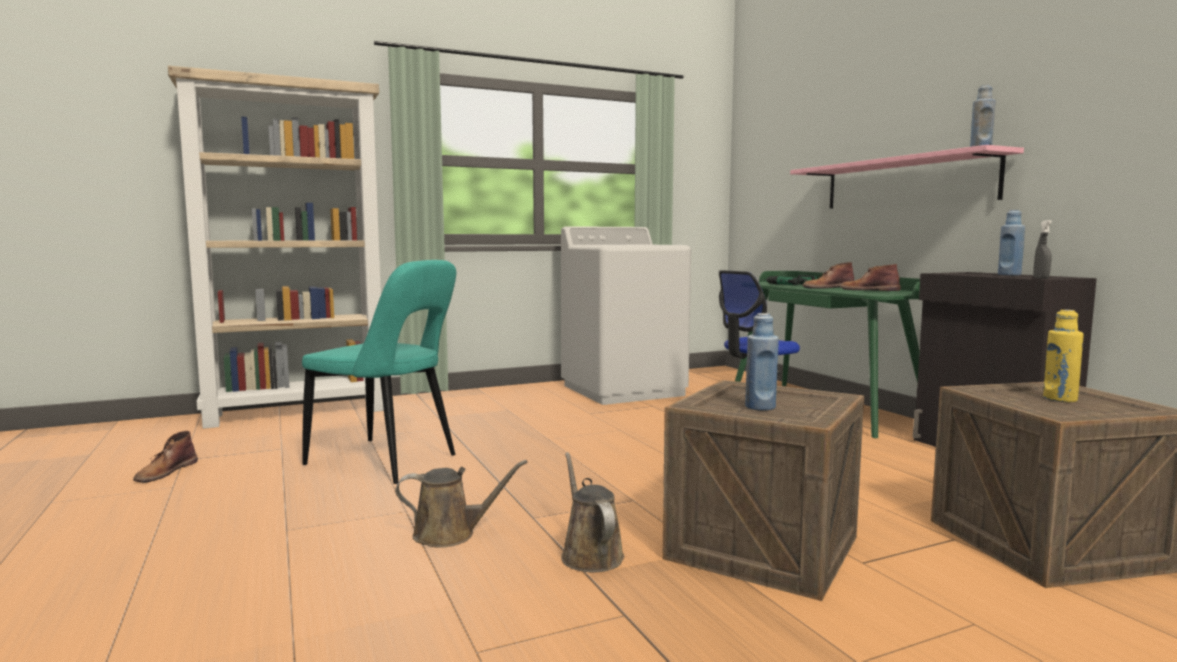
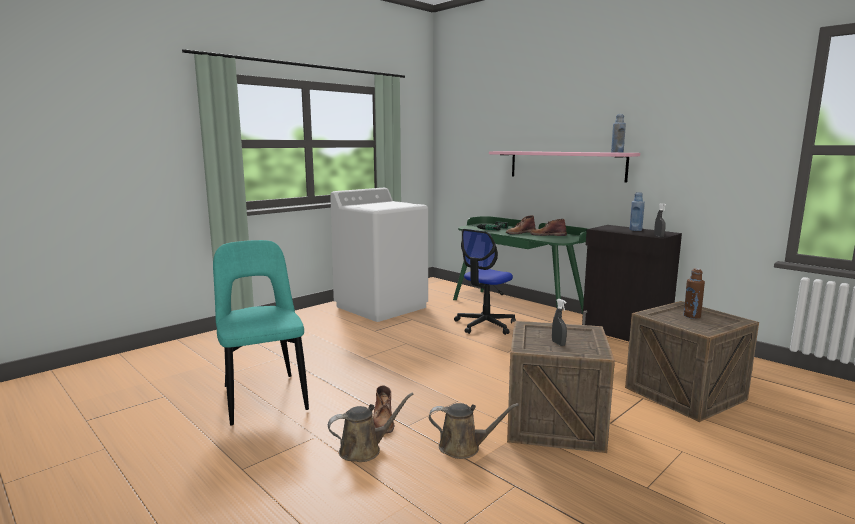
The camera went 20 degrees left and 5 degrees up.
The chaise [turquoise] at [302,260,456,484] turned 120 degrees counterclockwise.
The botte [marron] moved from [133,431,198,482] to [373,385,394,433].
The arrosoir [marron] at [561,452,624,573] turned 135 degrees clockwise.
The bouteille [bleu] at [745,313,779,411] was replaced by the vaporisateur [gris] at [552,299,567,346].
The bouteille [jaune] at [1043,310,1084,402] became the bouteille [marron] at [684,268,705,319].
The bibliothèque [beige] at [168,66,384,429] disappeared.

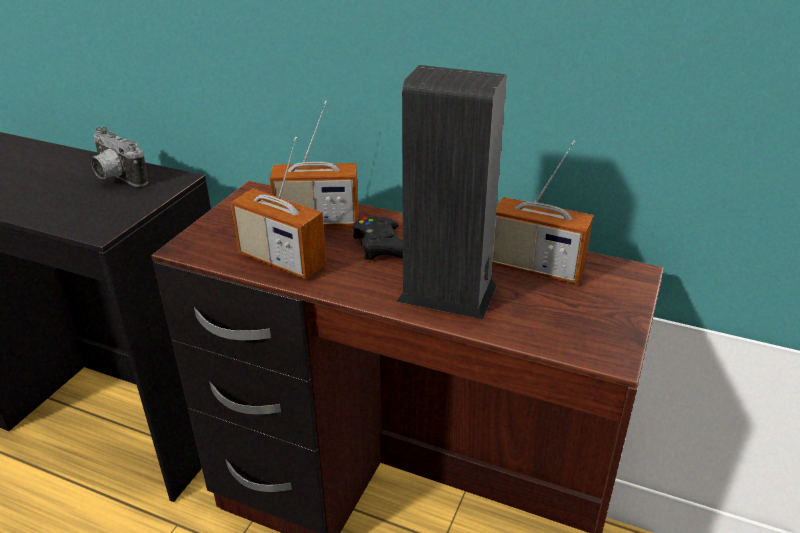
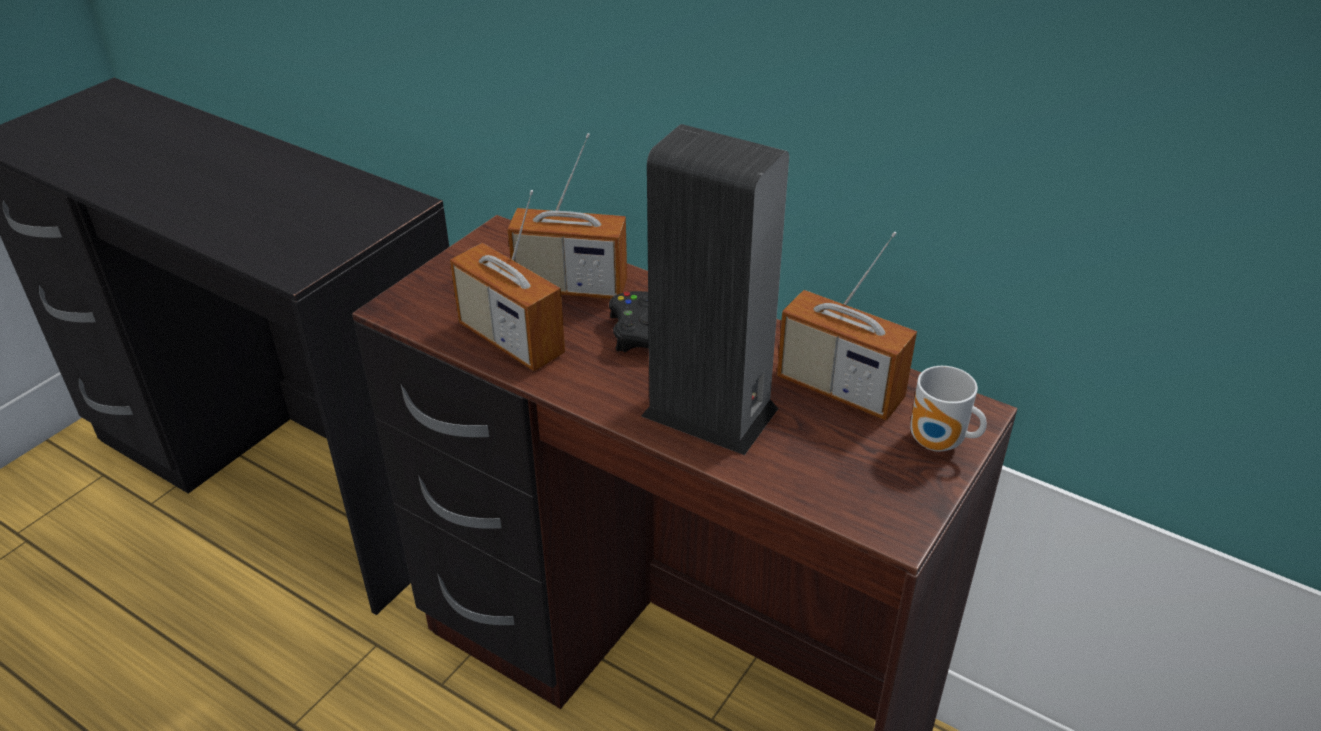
The camera went 10 degrees right and 5 degrees up.
The mug at [910,366,987,452] appeared.
The appareil photo at [91,127,148,187] disappeared.

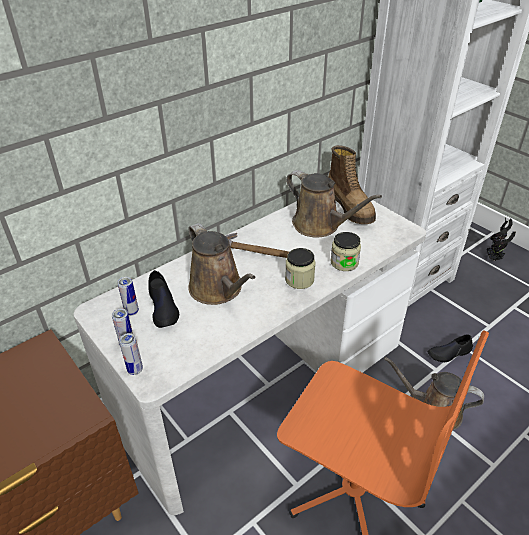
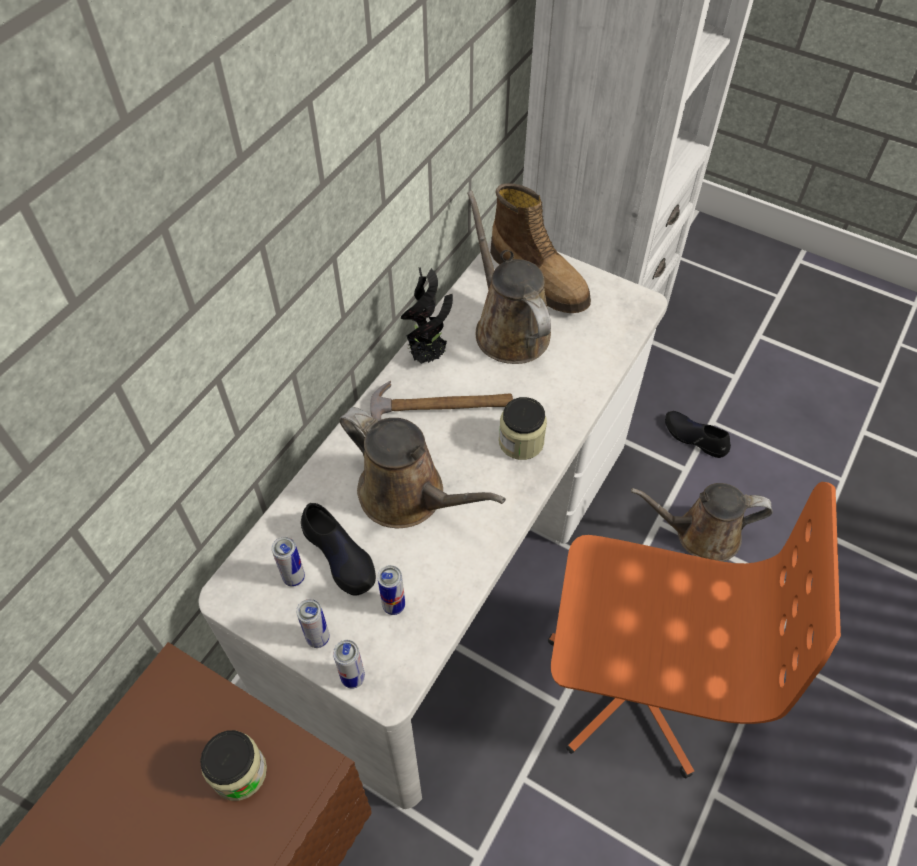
The camera went 20 degrees left and 15 degrees up.
The bocal moved from [331,232,361,271] to [200,730,267,801].
The boîte métallique at [377,565,405,615] appeared.
The plante en pot moved from [487,218,516,261] to [401,267,453,363].
The arrosoir [marron] at [286,170,382,238] turned 135 degrees counterclockwise.
The chaussure [noir] at [427,334,473,362] turned 75 degrees clockwise.

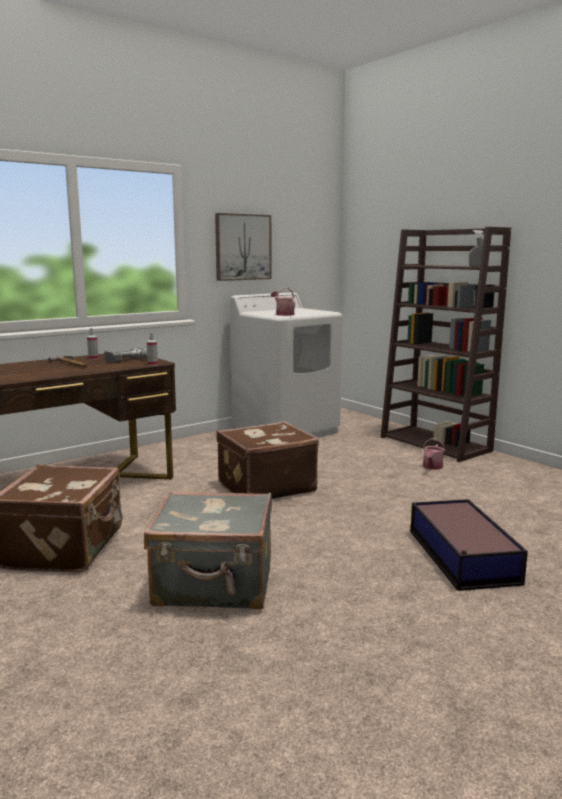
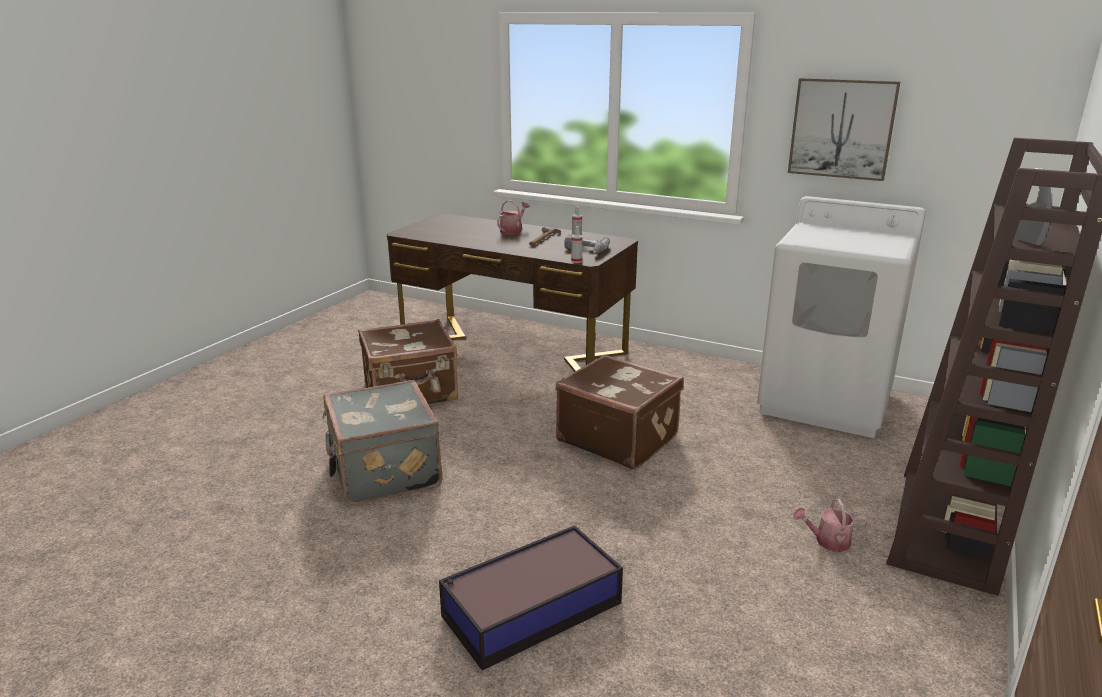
The camera went 65 degrees right and 10 degrees up.
The arrosoir moved from [271,288,295,316] to [497,200,530,234].

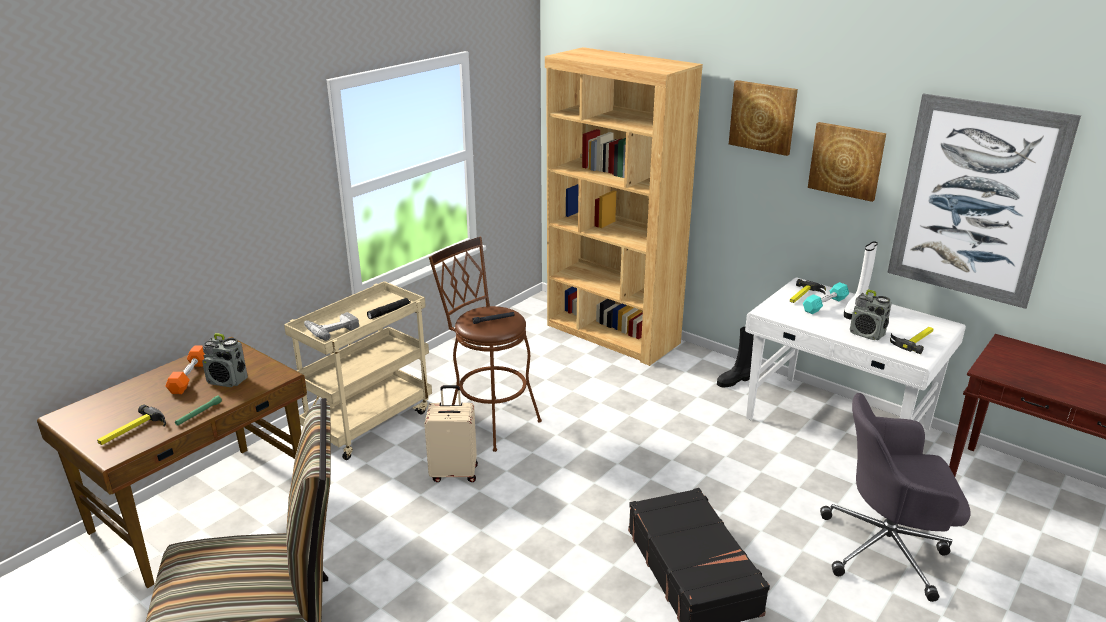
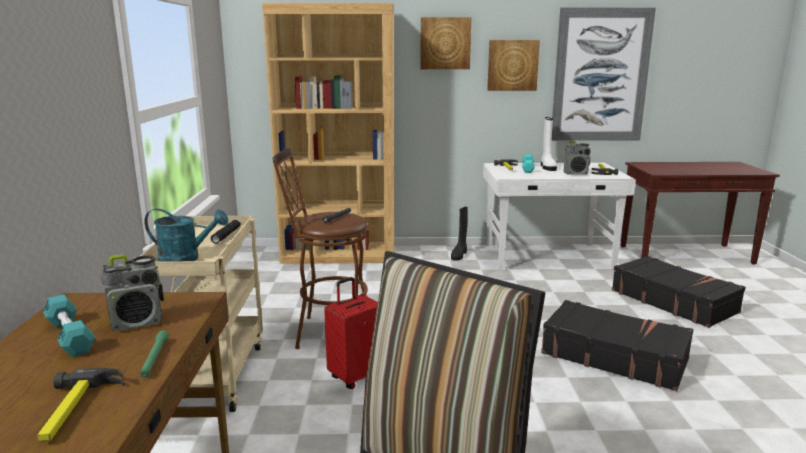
The camera went 40 degrees left and 10 degrees down.
The haltère [orange] at [165,346,205,394] became the haltère [turquoise] at [43,295,95,357].
The perceuse at [304,312,359,341] was replaced by the arrosoir [turquoise] at [144,208,228,262].
The valise [beige] at [424,385,478,482] became the valise [rouge] at [324,277,378,389].
The chaise de bureau [gris] at [820,393,970,602] was replaced by the valise [noir] at [612,256,746,328].

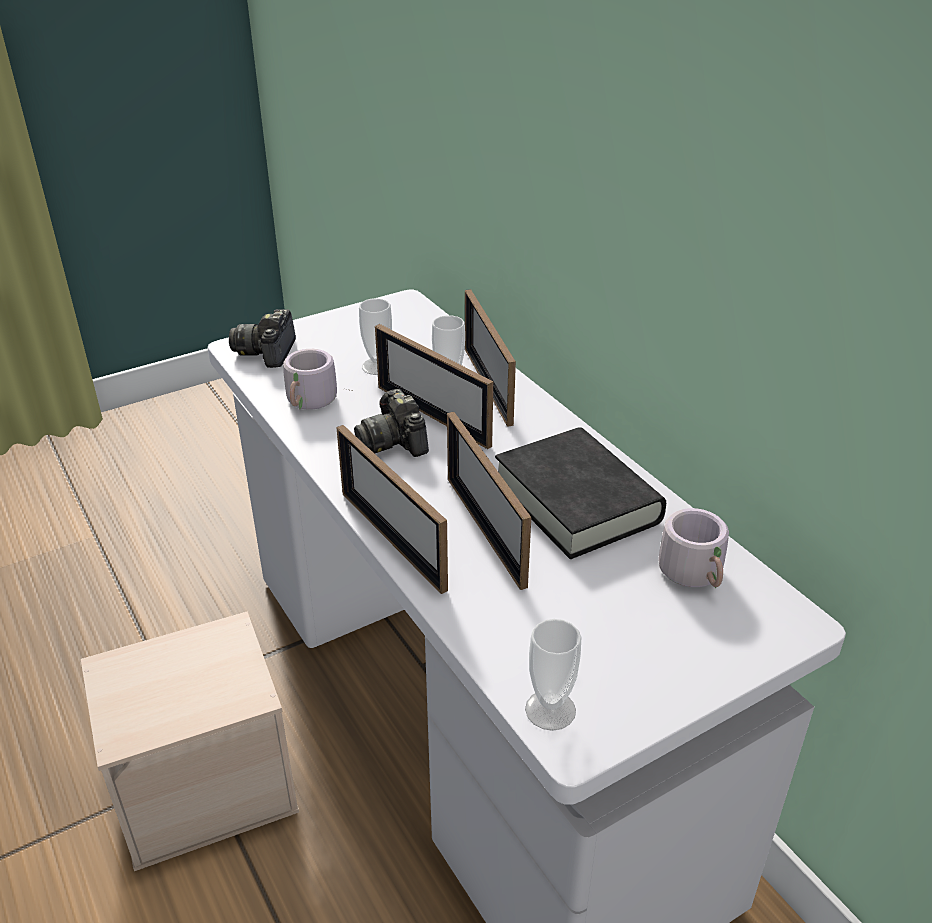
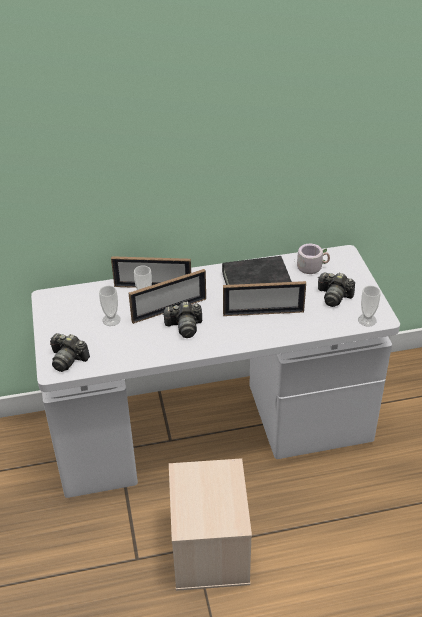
The camera went 70 degrees left and 5 degrees up.
The appareil photo at [318,272,355,307] appeared.
The mug [gris] at [283,349,353,410] disappeared.
The cadre photo at [337,425,448,594] disappeared.

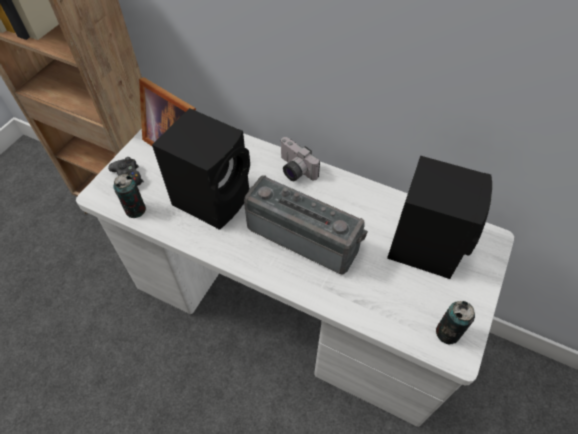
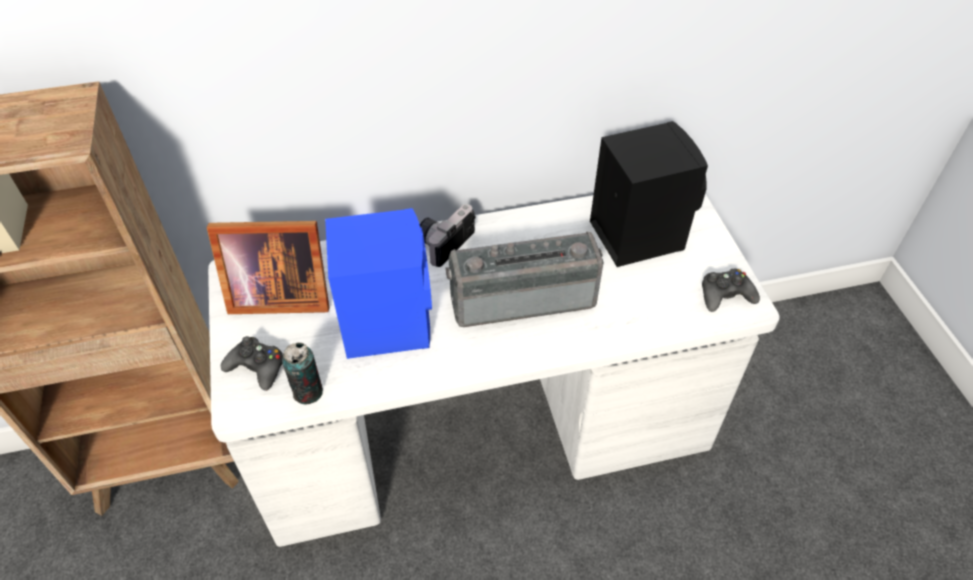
The camera went 40 degrees left and 5 degrees down.
The enceinte [noir] at [152,108,250,230] became the enceinte [bleu] at [325,208,432,359].
The appareil photo at [281,137,320,181] turned 120 degrees clockwise.
The boîte métallique at [436,301,475,344] was replaced by the manette [noir] at [702,269,760,312].

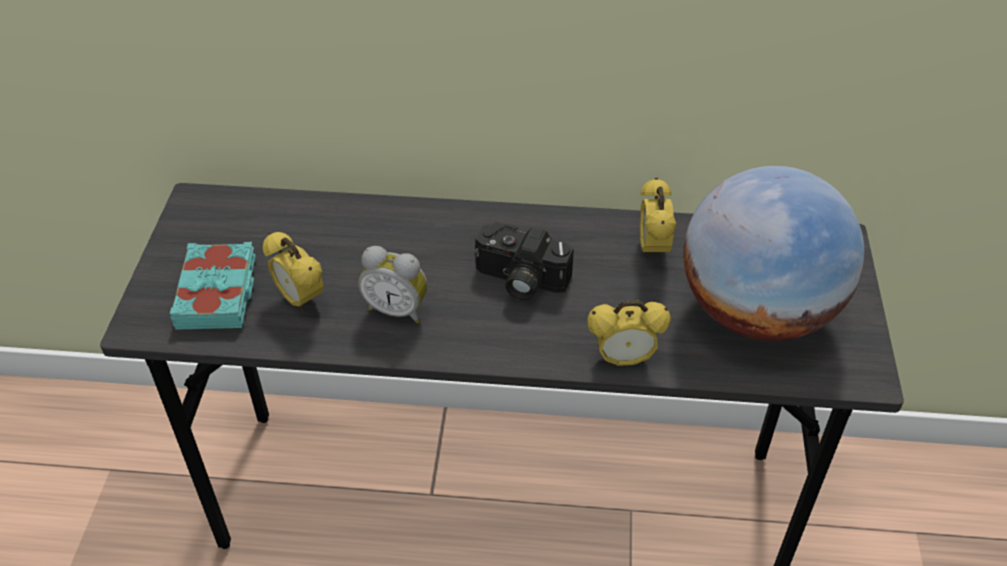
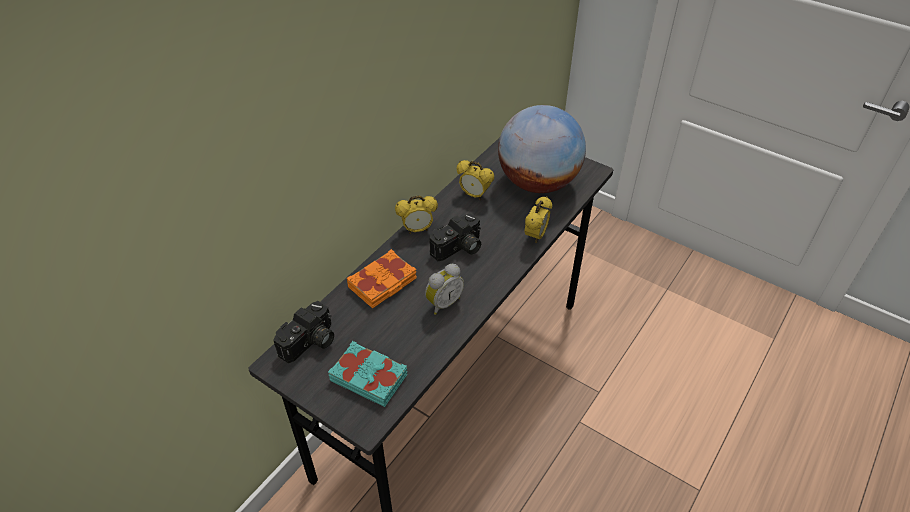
The camera went 60 degrees left and 0 degrees up.
The appareil photo at [273,301,334,363] appeared.
The livre [orange] at [347,249,416,309] appeared.
The réveil moved from [263,232,324,312] to [395,195,438,234].

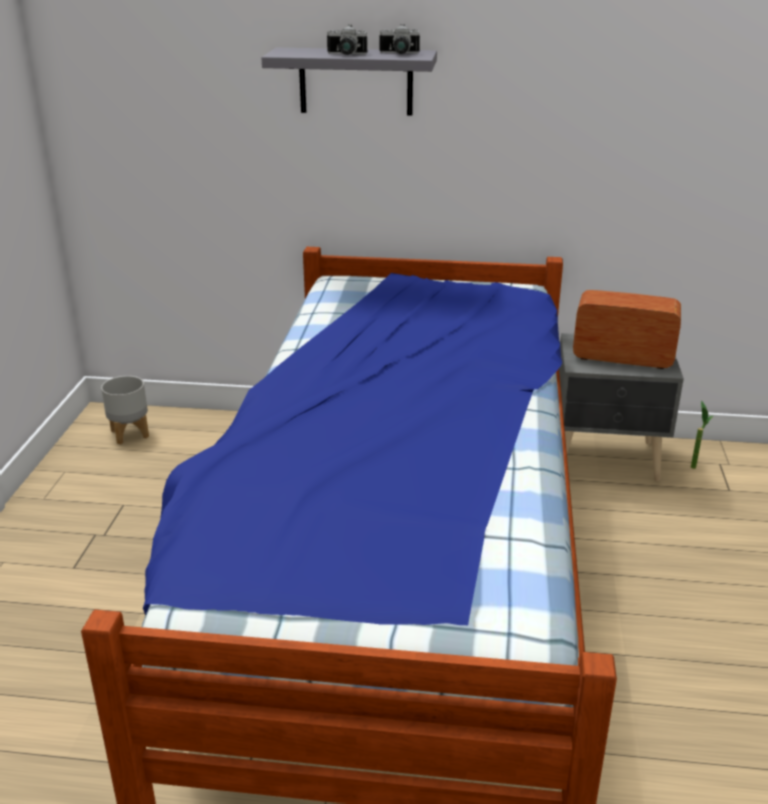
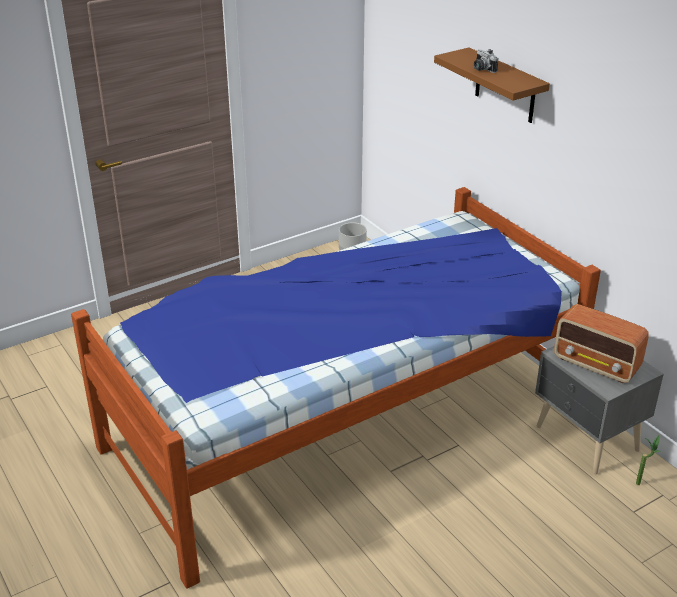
The camera went 50 degrees right and 5 degrees up.
The étagère [gris] at [261,48,437,116] became the étagère [marron] at [434,47,550,123].
The radio at [573,290,681,369] turned 150 degrees clockwise.
The appareil photo at [379,24,420,54] disappeared.

